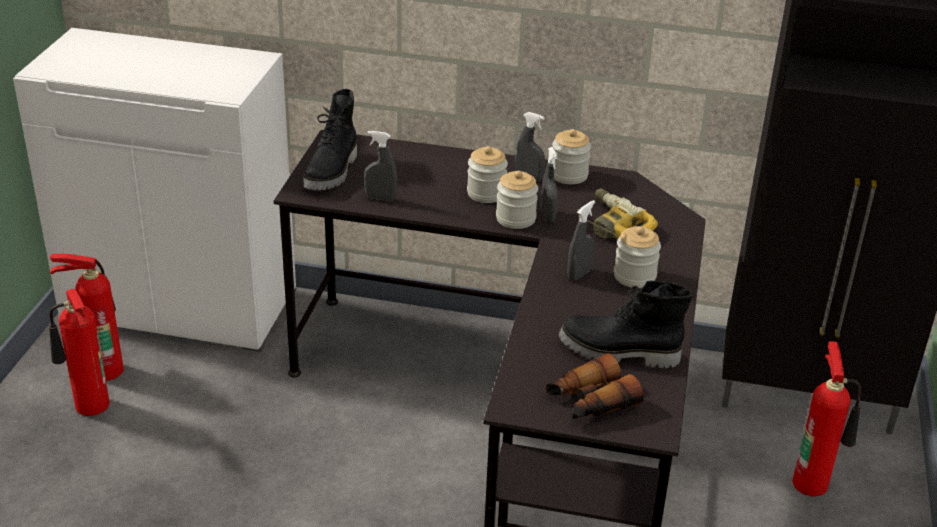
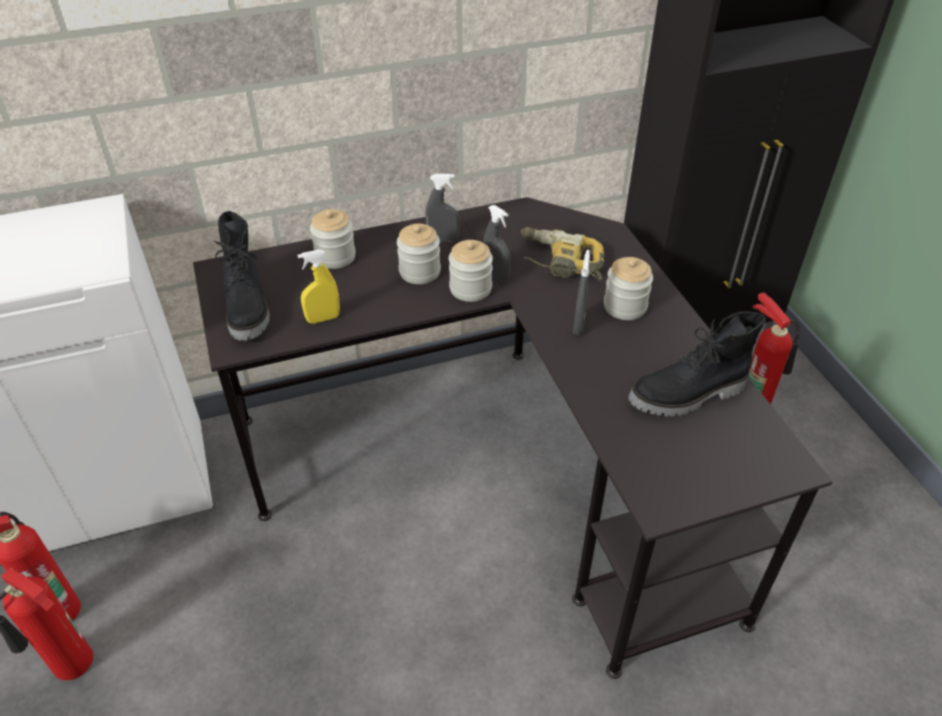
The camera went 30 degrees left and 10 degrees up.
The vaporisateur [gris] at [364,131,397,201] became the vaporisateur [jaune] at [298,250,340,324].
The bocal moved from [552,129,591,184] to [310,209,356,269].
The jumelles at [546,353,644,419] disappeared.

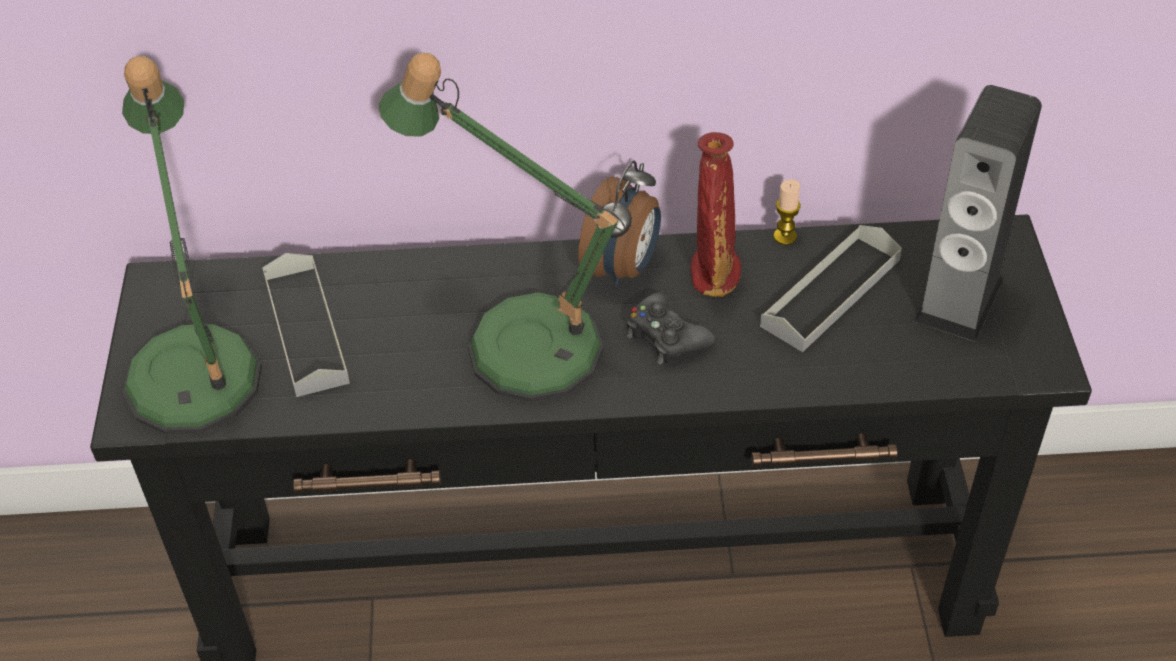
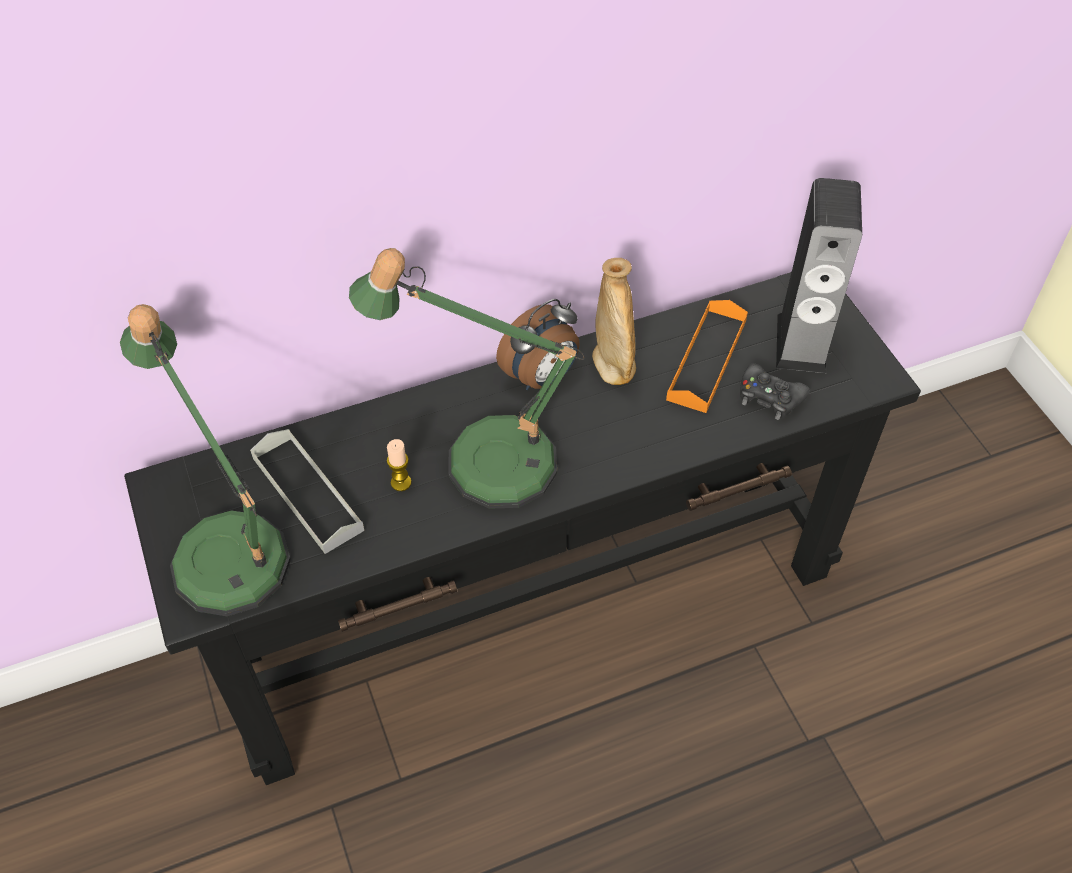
The camera went 20 degrees left and 5 degrees up.
The bougie moved from [773,179,801,245] to [387,439,412,491].
The réveil at [578,160,661,287] turned 45 degrees clockwise.
The vase [rouge] at [691,132,741,297] became the vase [beige] at [592,258,636,385].
The plateau [gris] at [760,225,902,352] became the plateau [orange] at [666,300,748,413].
The manette [noir] moved from [627,292,715,365] to [740,363,810,420].

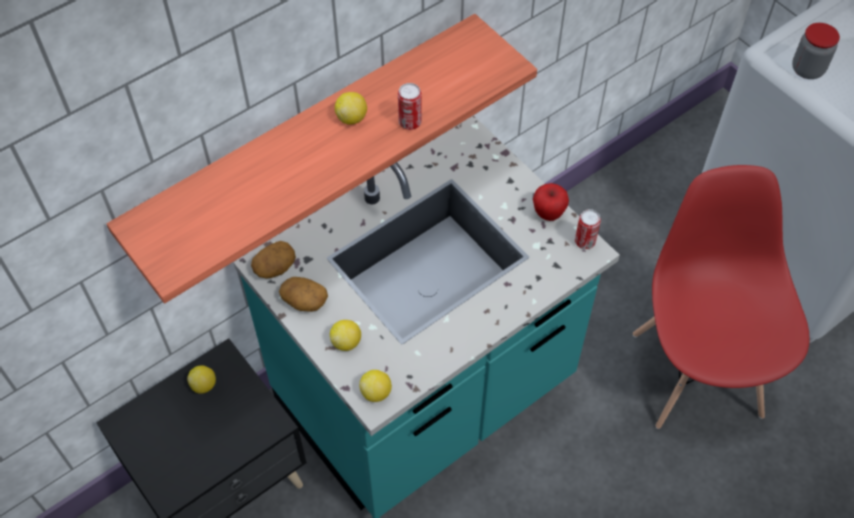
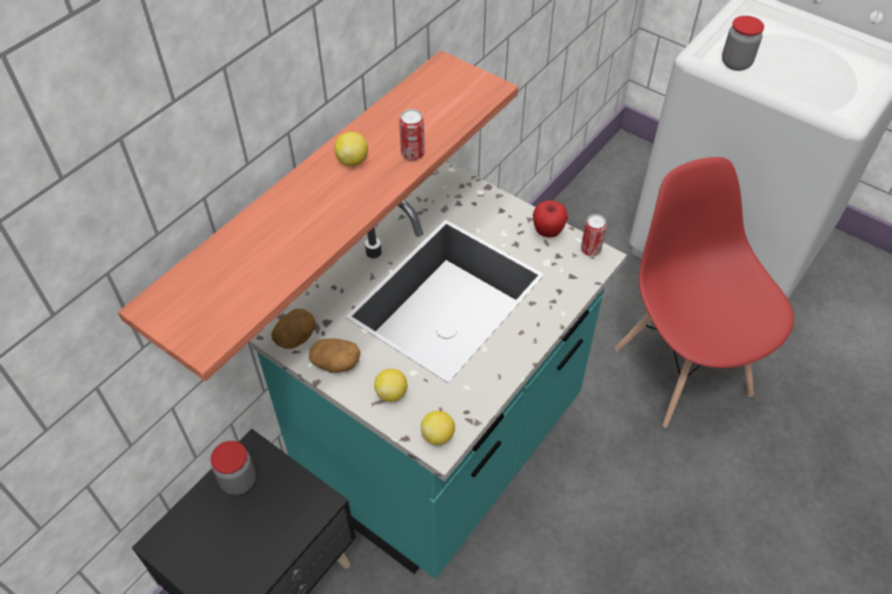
The camera went 15 degrees left and 5 degrees down.
The citron at [187,365,216,394] was replaced by the bocal at [211,441,256,495].

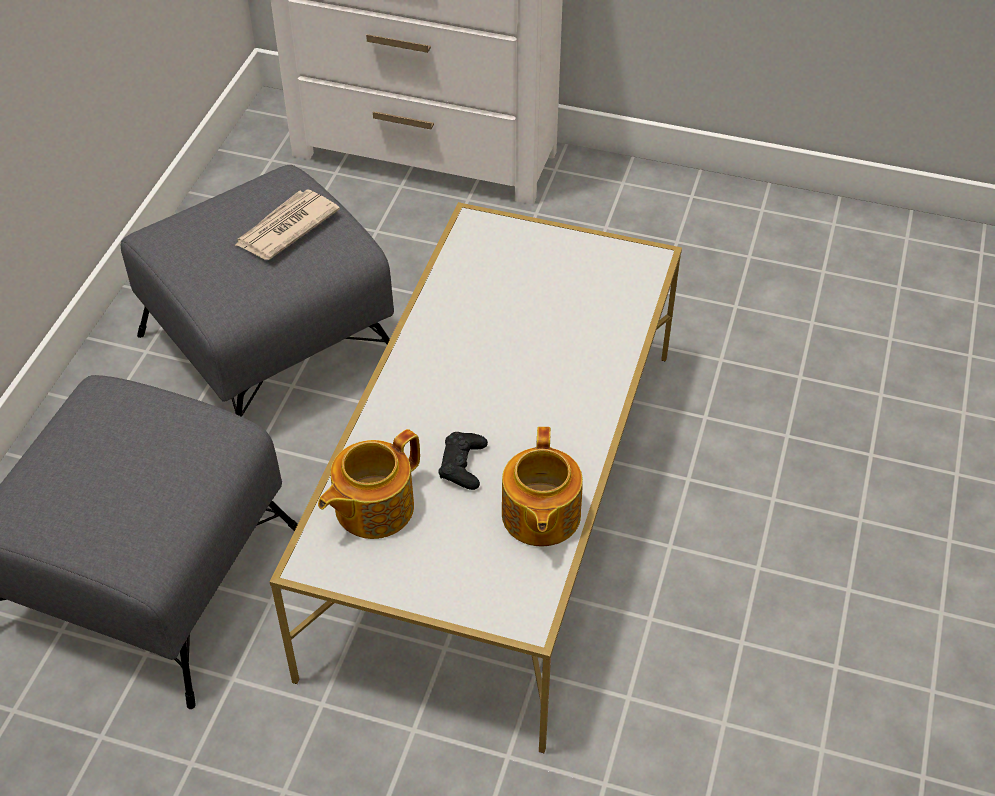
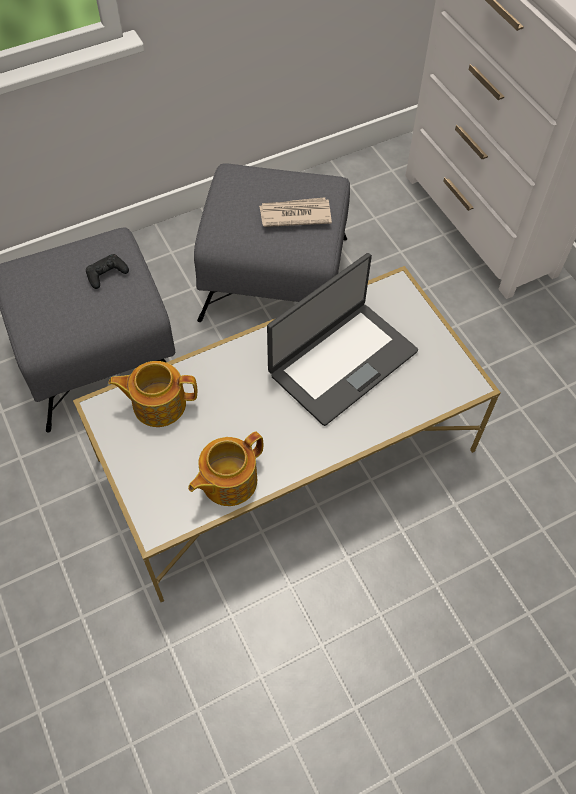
The camera went 45 degrees right and 10 degrees up.
The manette [noir] moved from [439,432,488,490] to [86,254,129,289].
The ordinateur portable at [267,253,418,426] appeared.

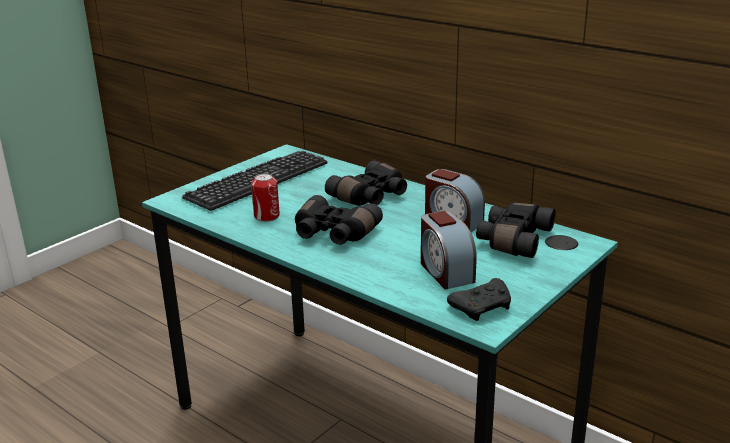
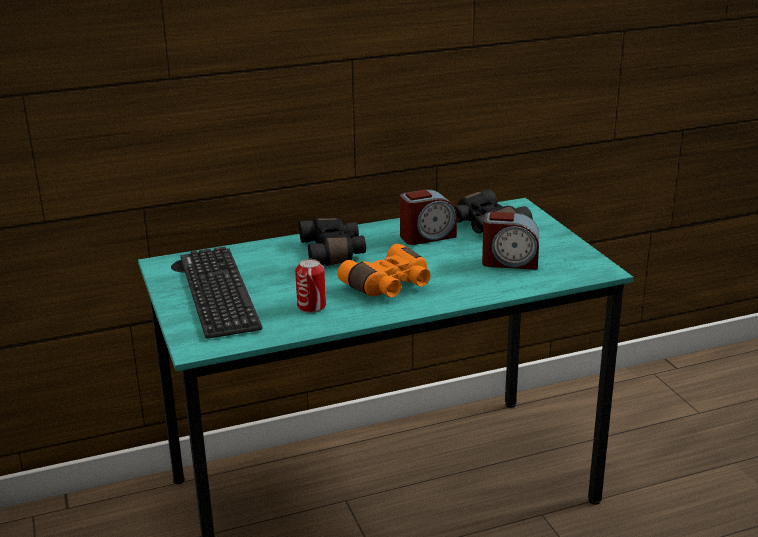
The camera went 60 degrees left and 0 degrees up.
The jumelles [noir] at [295,195,383,245] became the jumelles [orange] at [338,244,431,297].
The manette [noir] at [447,278,511,321] disappeared.

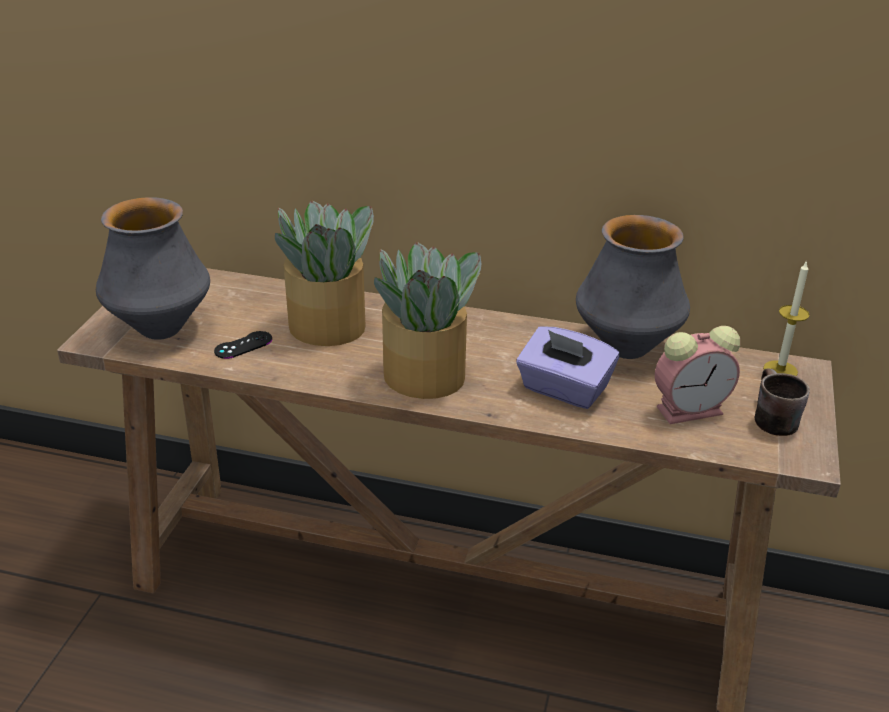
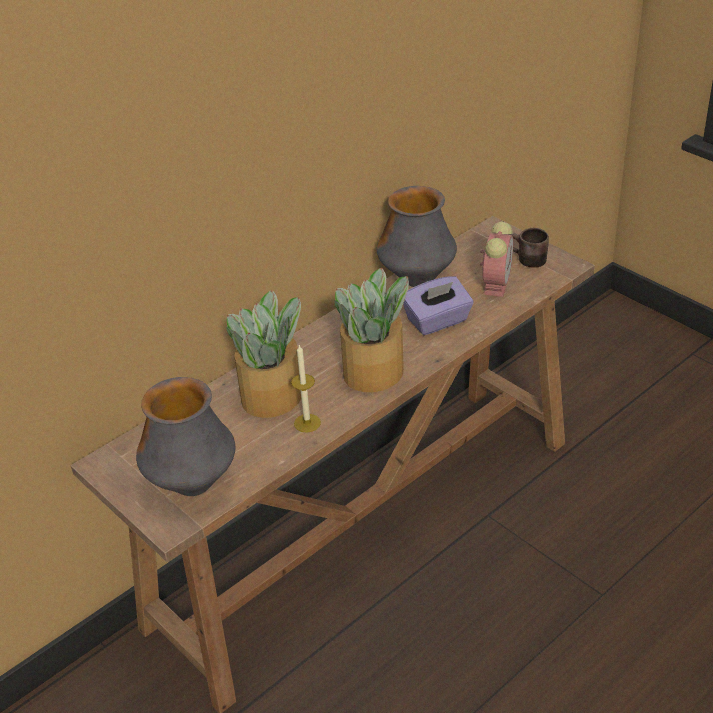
The camera went 55 degrees left and 5 degrees up.
The bougie moved from [763,260,810,376] to [291,345,321,433].
The manette [noir] at [214,331,272,359] disappeared.

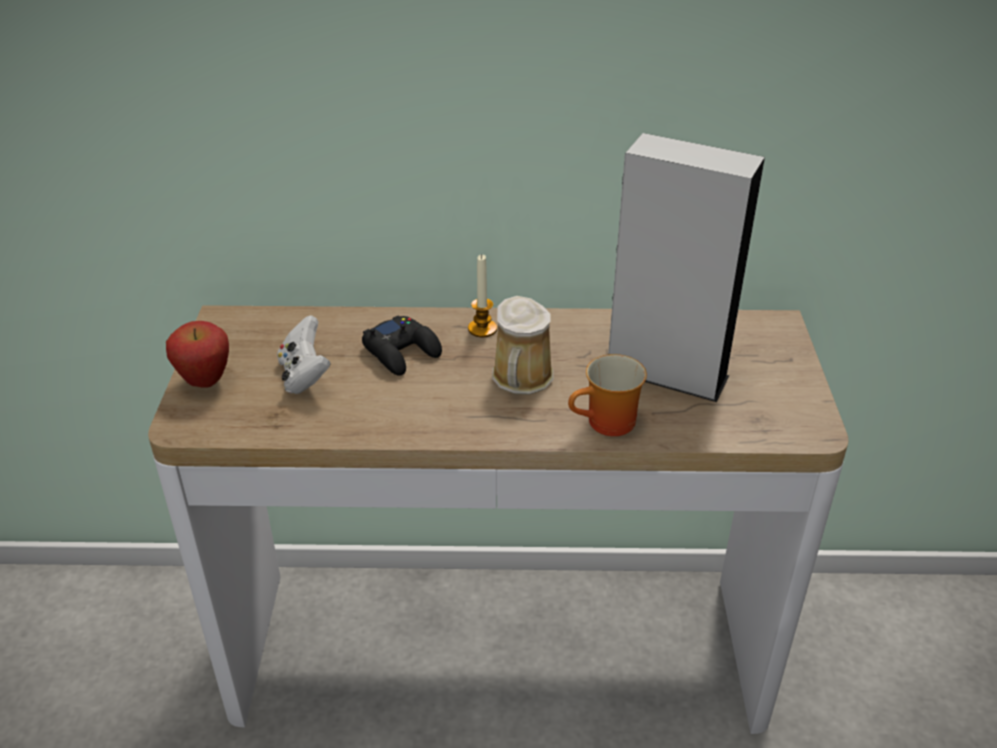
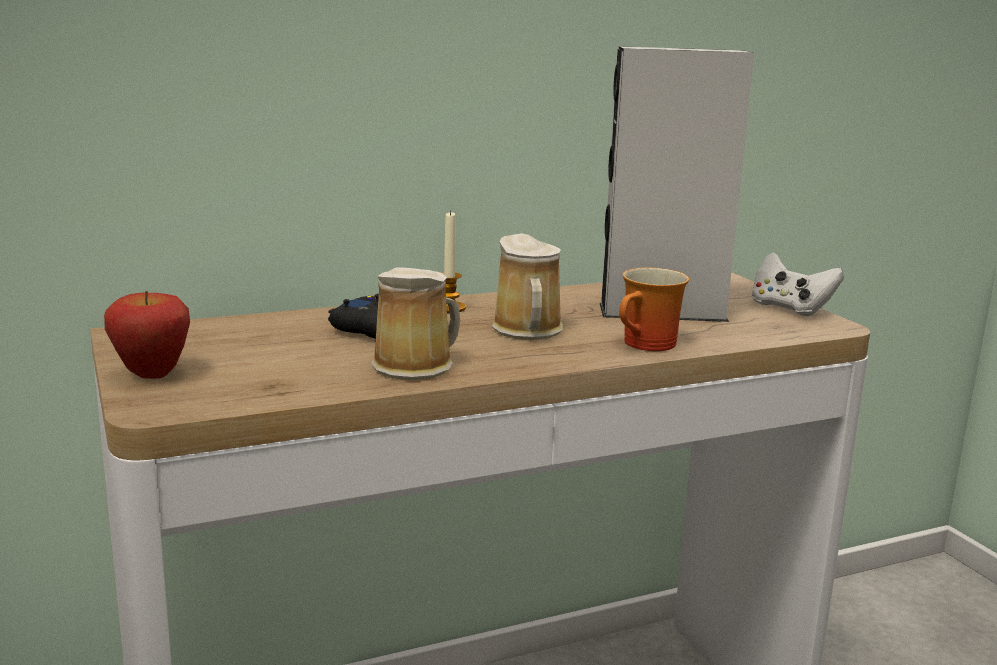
The camera went 25 degrees left and 20 degrees down.
The mug at [371,268,460,380] appeared.
The manette [blanc] moved from [277,315,331,394] to [752,252,844,316].

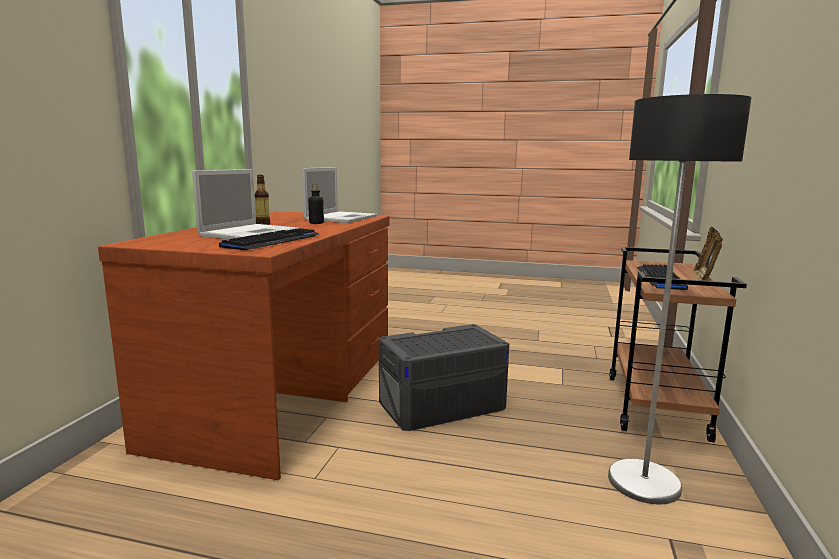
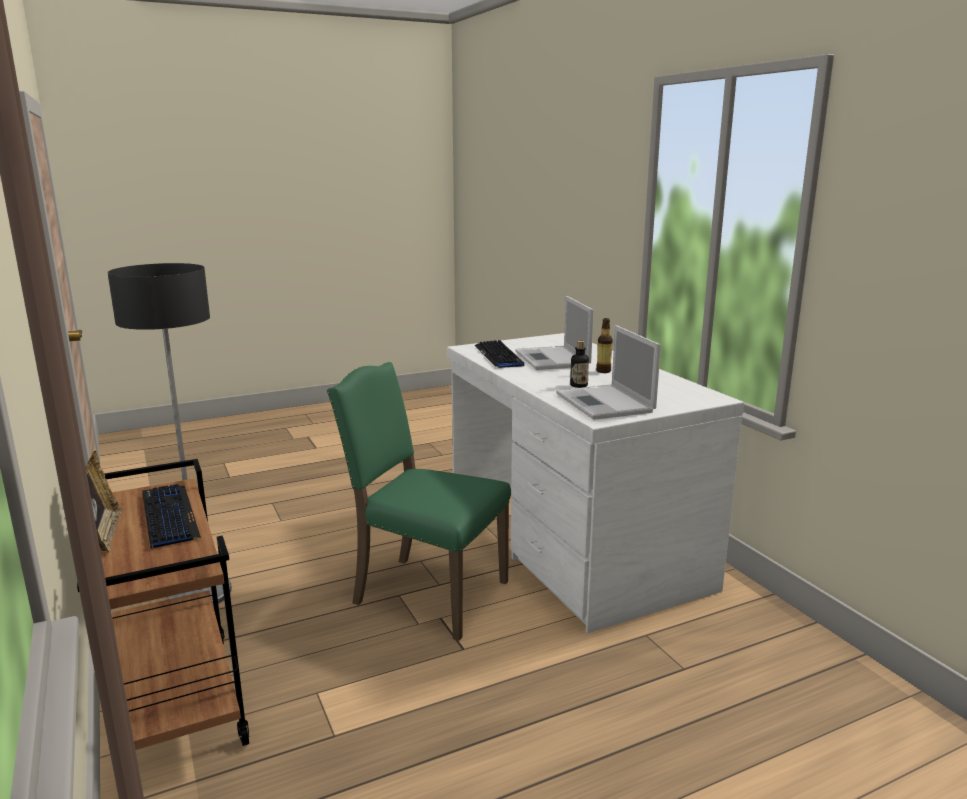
The camera went 140 degrees right and 5 degrees up.
The boîte de rangement [gris] at [378,324,509,431] was replaced by the chaise [vert] at [327,362,511,641].
The bureau [marron] at [98,211,389,481] became the bureau [blanc] at [447,333,744,633].

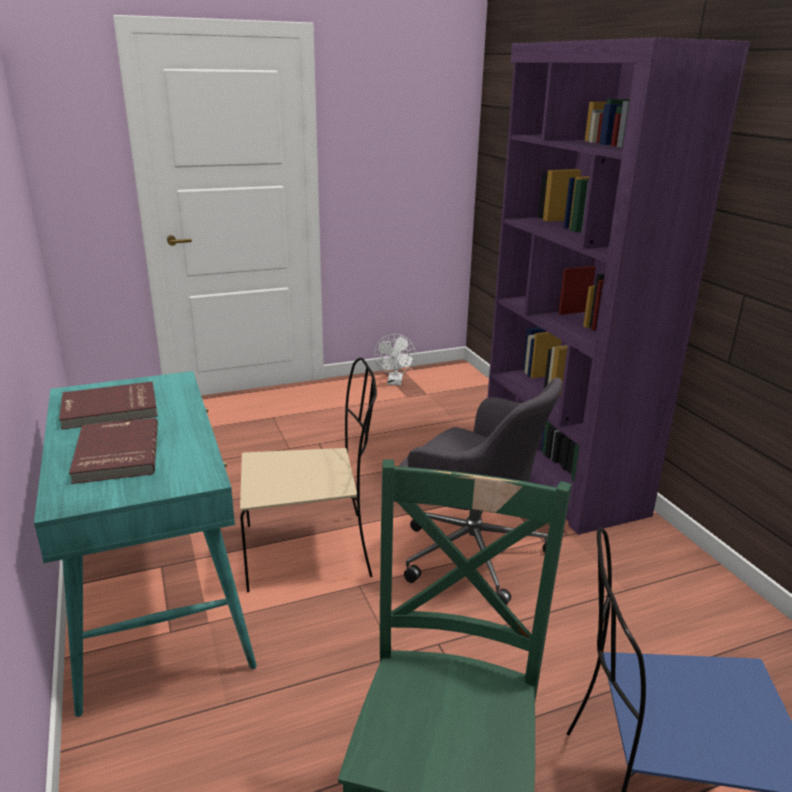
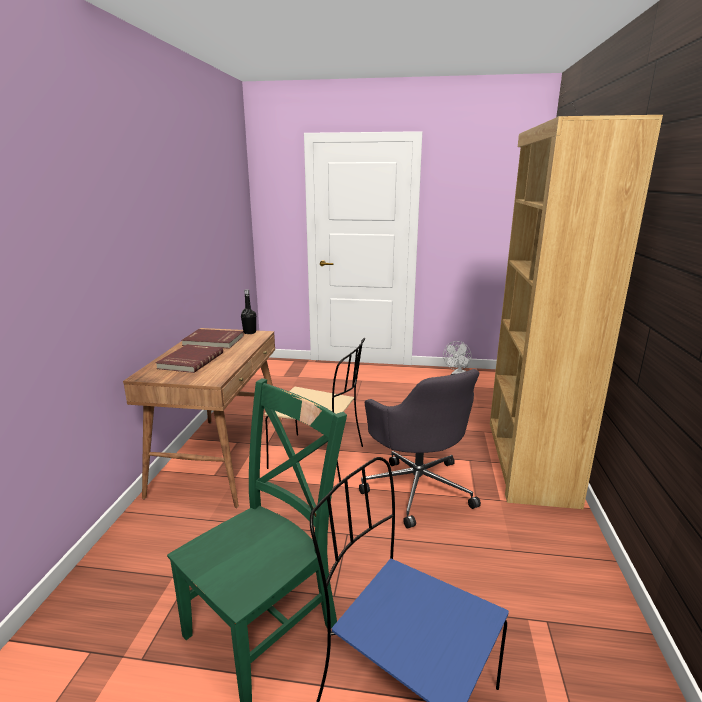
The camera went 30 degrees right and 5 degrees down.
The bureau [turquoise] at [34,371,257,717] became the bureau [marron] at [123,328,283,508].
The bouteille [noir] at [241,289,256,334] appeared.
The bibliothèque [violet] at [487,38,751,535] became the bibliothèque [marron] at [490,115,663,509].

